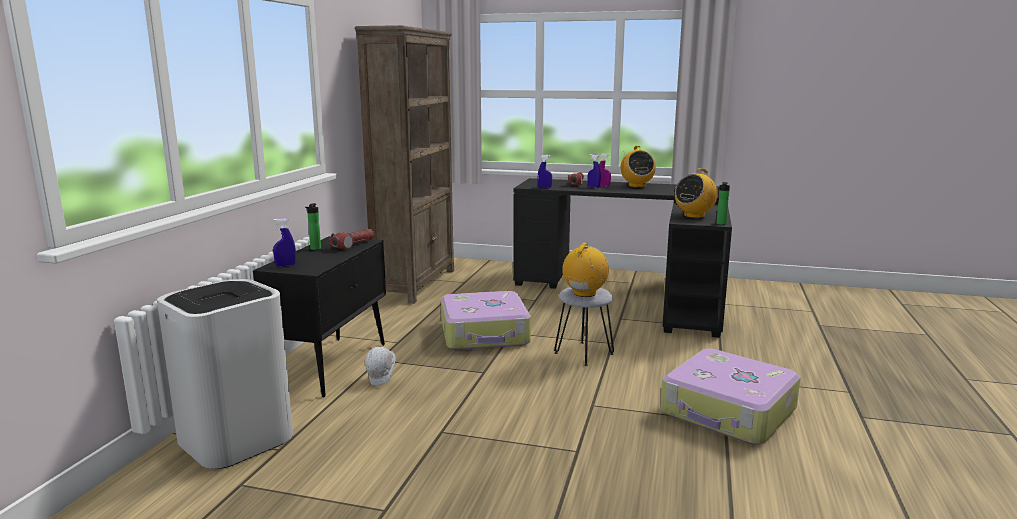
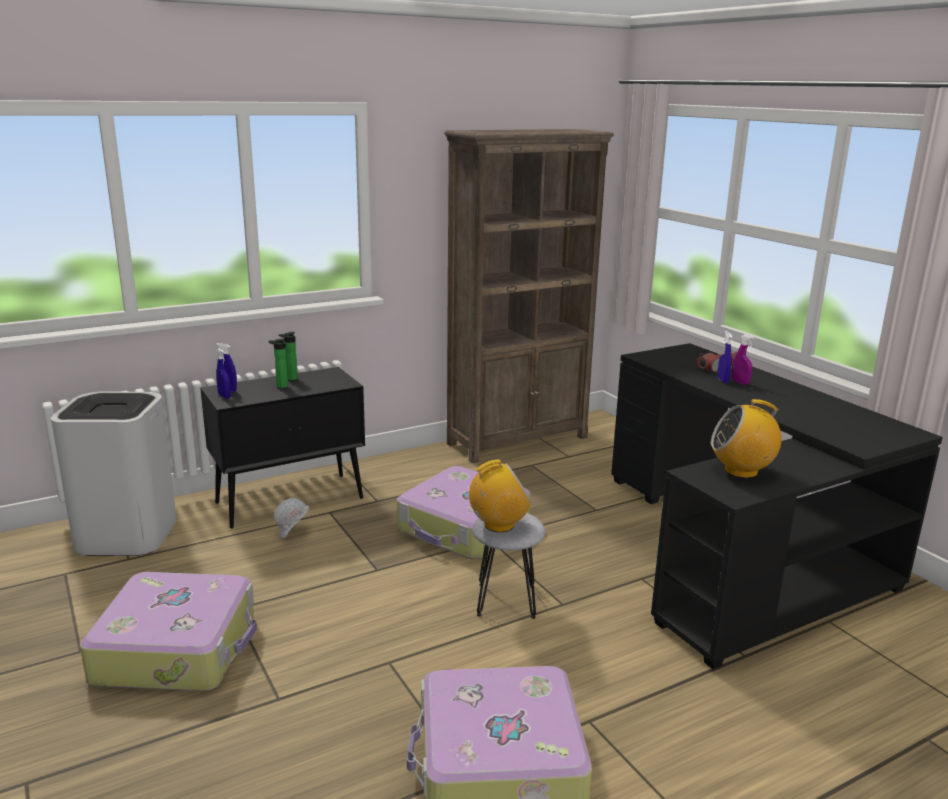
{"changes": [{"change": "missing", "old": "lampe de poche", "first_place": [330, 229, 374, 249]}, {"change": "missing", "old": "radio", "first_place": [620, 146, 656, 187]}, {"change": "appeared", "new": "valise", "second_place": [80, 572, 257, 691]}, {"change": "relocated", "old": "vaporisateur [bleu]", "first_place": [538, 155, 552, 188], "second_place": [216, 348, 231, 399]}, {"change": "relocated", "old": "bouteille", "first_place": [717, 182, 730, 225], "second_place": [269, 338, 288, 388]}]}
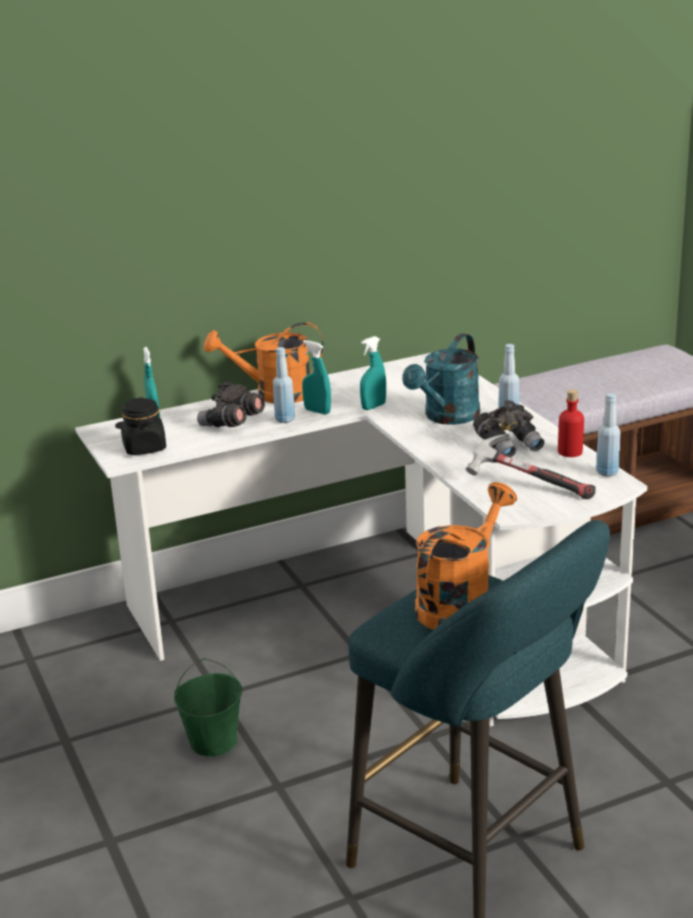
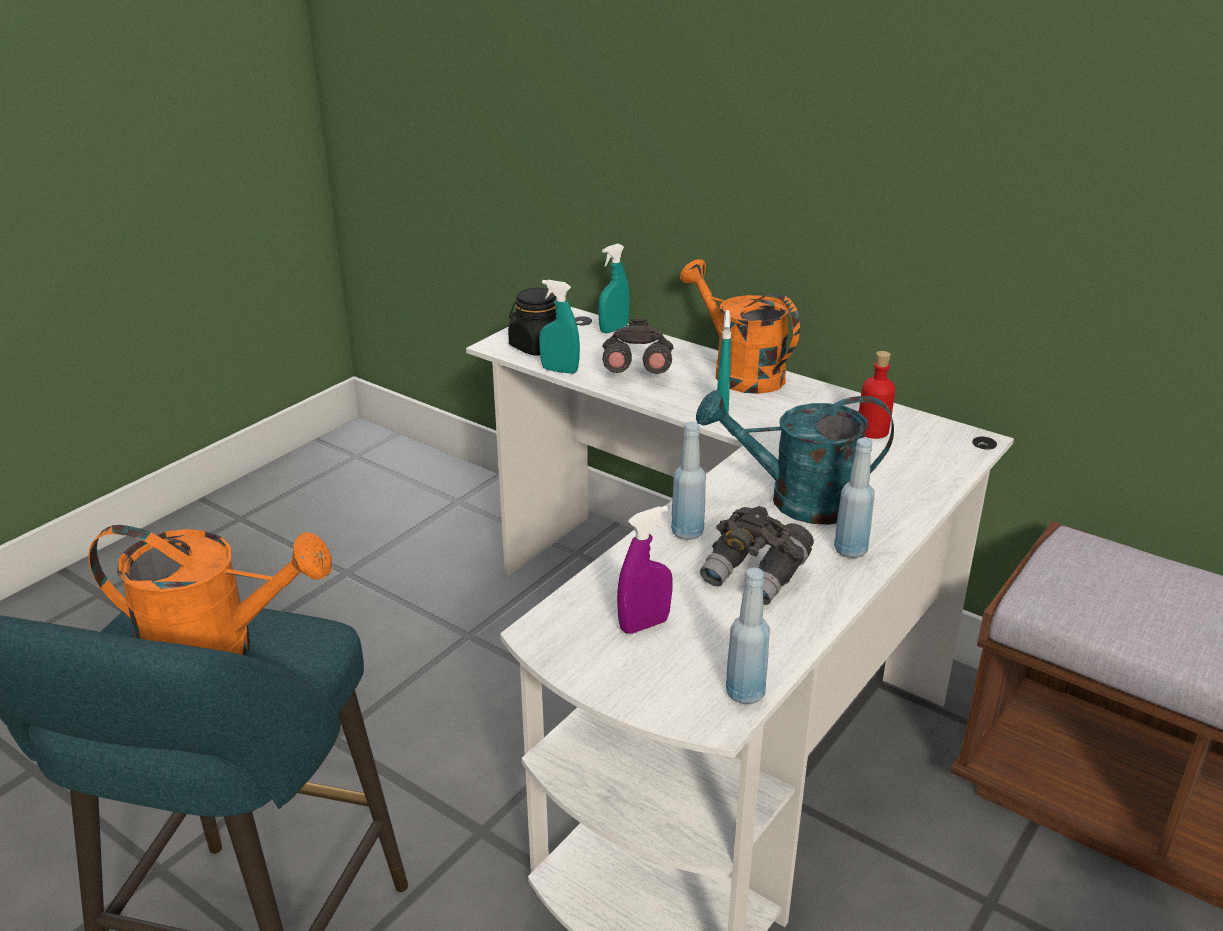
{"changes": [{"change": "missing", "old": "seau [vert]", "first_place": [174, 658, 242, 757]}, {"change": "relocated", "old": "bouteille [bleu]", "first_place": [273, 347, 295, 423], "second_place": [671, 422, 706, 540]}, {"change": "relocated", "old": "vaporisateur [turquoise]", "first_place": [360, 336, 386, 410], "second_place": [539, 280, 580, 374]}, {"change": "relocated", "old": "bouteille [rouge]", "first_place": [558, 389, 584, 457], "second_place": [859, 351, 895, 439]}, {"change": "exchanged", "old": "marteau", "new": "vaporisateur [violet]", "first_place": [466, 434, 596, 499], "second_place": [617, 506, 672, 634]}]}
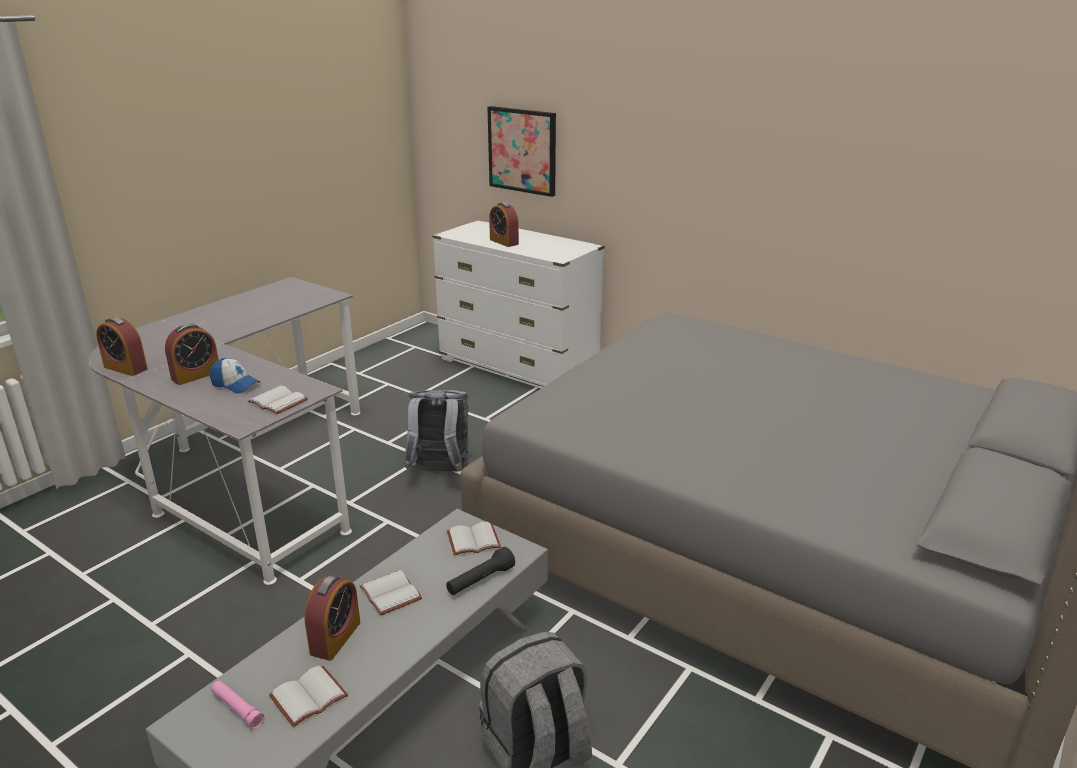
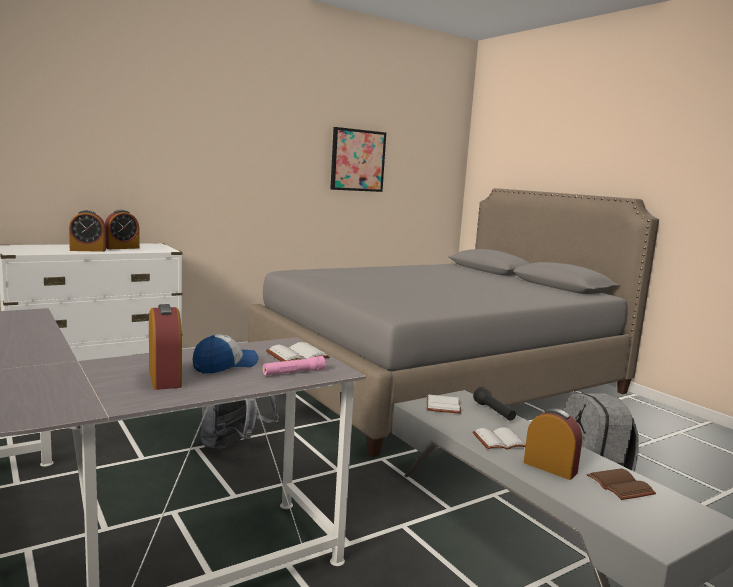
{"changes": [{"change": "relocated", "old": "réveil", "first_place": [96, 317, 148, 376], "second_place": [105, 210, 140, 249]}, {"change": "relocated", "old": "lampe de poche [rose]", "first_place": [211, 681, 264, 729], "second_place": [263, 356, 326, 375]}, {"change": "relocated", "old": "tableau", "first_place": [487, 106, 556, 197], "second_place": [330, 127, 386, 192]}, {"change": "colour", "old": "livre [blanc]", "new": "livre [marron]", "first_place": [269, 665, 348, 727], "second_place": [587, 468, 656, 500]}]}
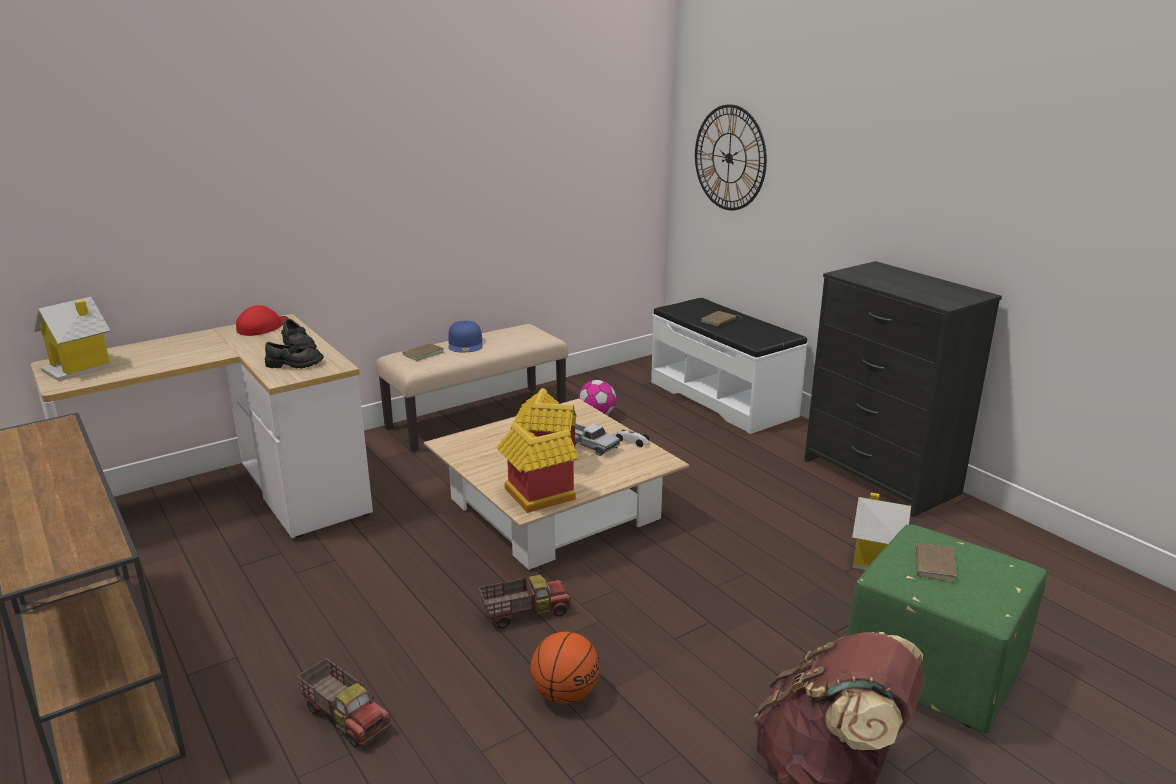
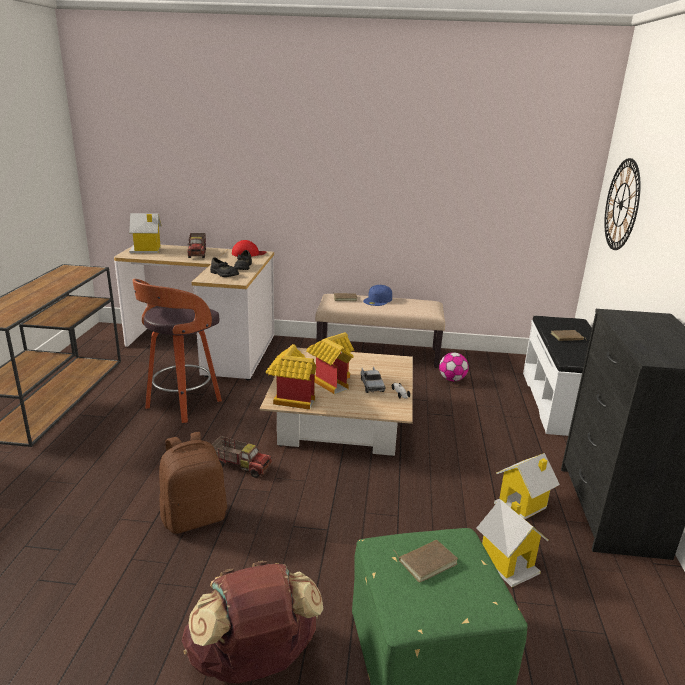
{"changes": [{"change": "appeared", "new": "tabouret", "second_place": [132, 279, 222, 423]}, {"change": "appeared", "new": "maison miniature", "second_place": [494, 453, 560, 519]}, {"change": "relocated", "old": "camion jouet", "first_place": [297, 658, 392, 748], "second_place": [187, 233, 206, 258]}, {"change": "exchanged", "old": "ballon de basket", "new": "sac à dos [marron]", "first_place": [530, 632, 600, 704], "second_place": [159, 432, 227, 534]}]}
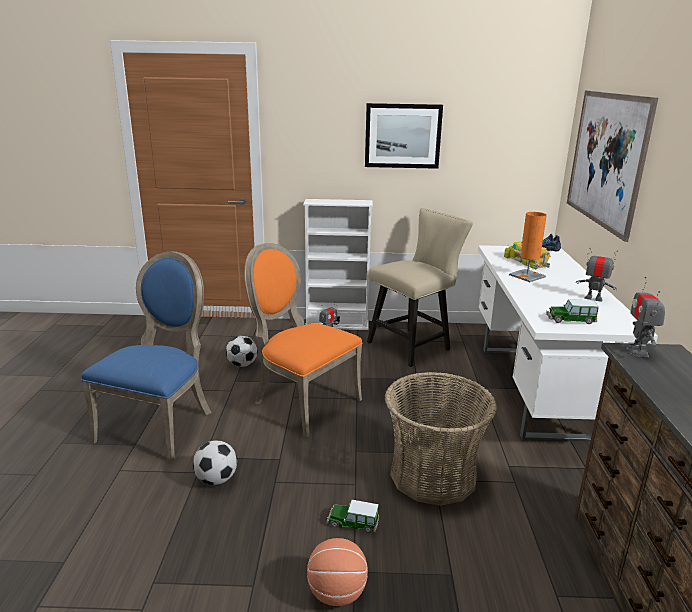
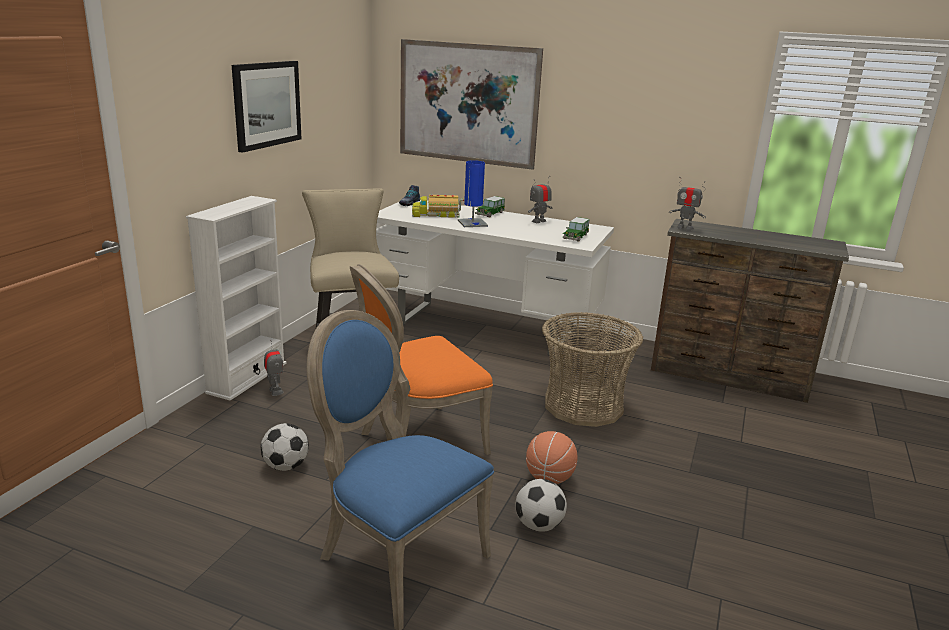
{"changes": [{"change": "relocated", "old": "ballon de basket", "first_place": [307, 538, 368, 606], "second_place": [526, 431, 578, 484]}, {"change": "relocated", "old": "petite voiture", "first_place": [326, 500, 379, 533], "second_place": [475, 196, 505, 217]}, {"change": "colour", "old": "lampe de table [orange]", "new": "lampe de table [bleu]", "first_place": [509, 212, 547, 282], "second_place": [458, 160, 488, 227]}]}
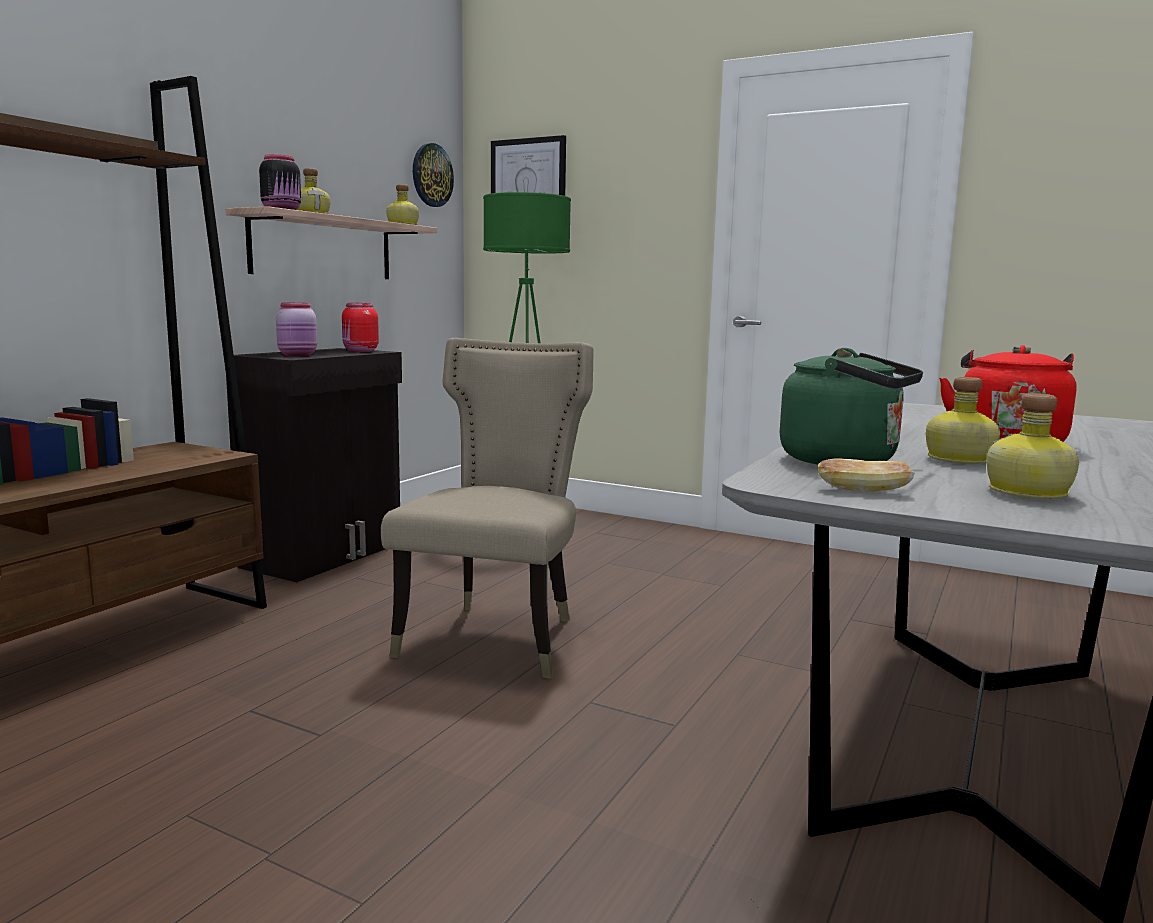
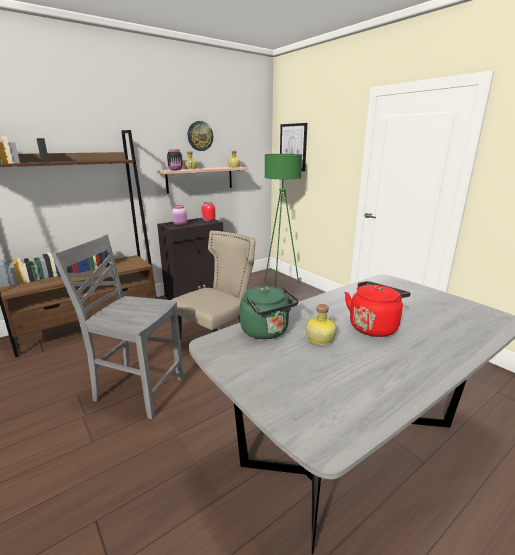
{"changes": [{"change": "missing", "old": "pain", "first_place": [818, 458, 914, 492]}, {"change": "missing", "old": "bouteille", "first_place": [987, 393, 1079, 499]}, {"change": "appeared", "new": "chaise [gris]", "second_place": [52, 235, 184, 419]}, {"change": "relocated", "old": "horloge murale", "first_place": [413, 143, 454, 207], "second_place": [188, 121, 213, 151]}]}
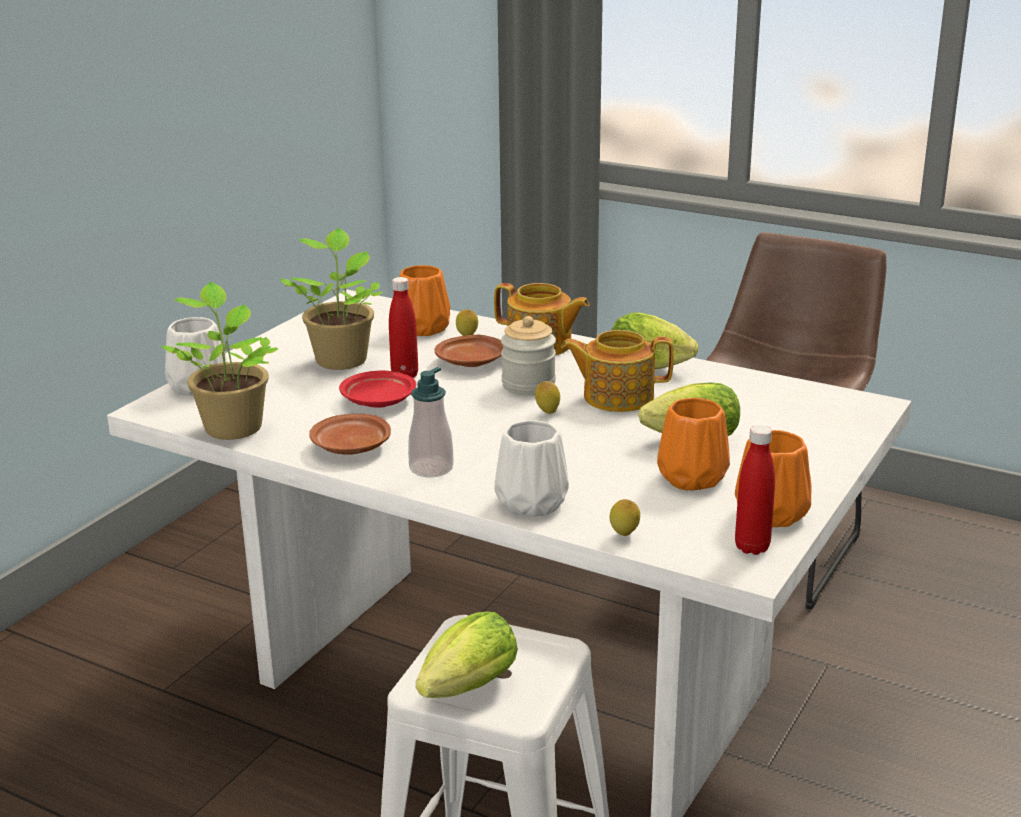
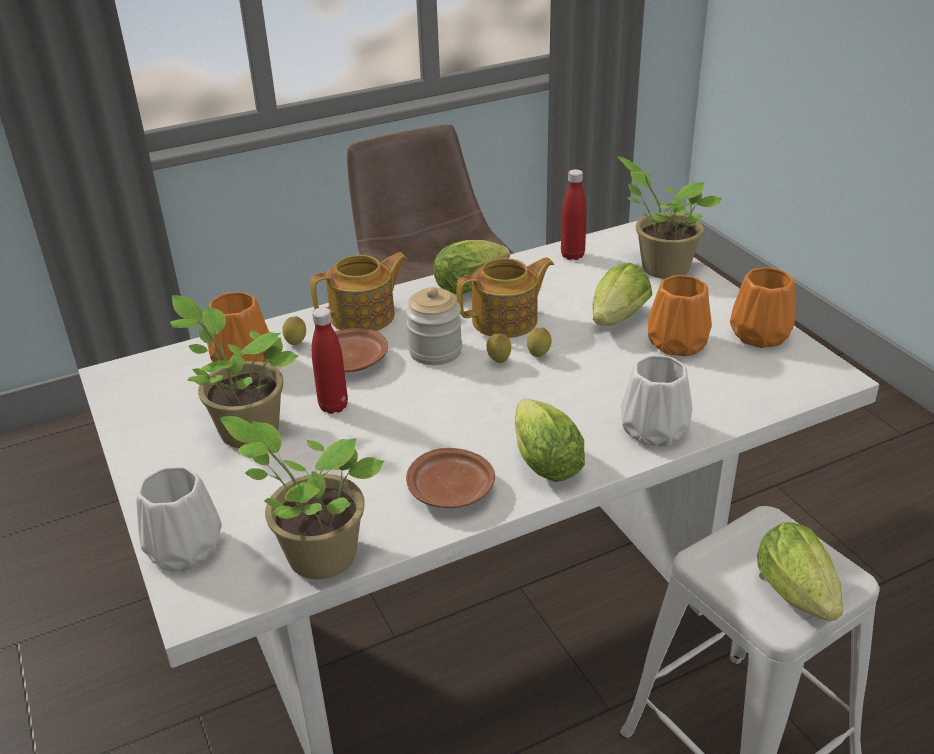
{"changes": [{"change": "missing", "old": "assiette [rouge]", "first_place": [339, 371, 416, 408]}, {"change": "appeared", "new": "plante en pot", "second_place": [618, 156, 722, 279]}, {"change": "relocated", "old": "citron", "first_place": [610, 499, 640, 536], "second_place": [527, 327, 551, 357]}, {"change": "relocated", "old": "bouteille [rouge]", "first_place": [735, 425, 775, 555], "second_place": [561, 169, 587, 260]}, {"change": "exchanged", "old": "distributeur de savon", "new": "laitue", "first_place": [408, 367, 454, 477], "second_place": [515, 399, 585, 482]}, {"change": "spun", "old": "théière", "first_place": [561, 330, 674, 412], "second_place": [457, 257, 554, 338], "degrees": -150}]}
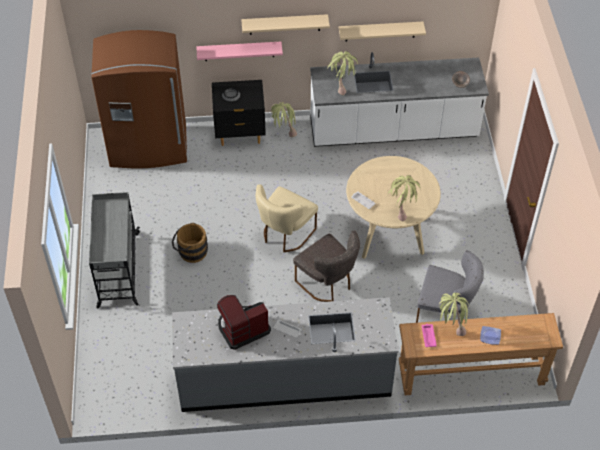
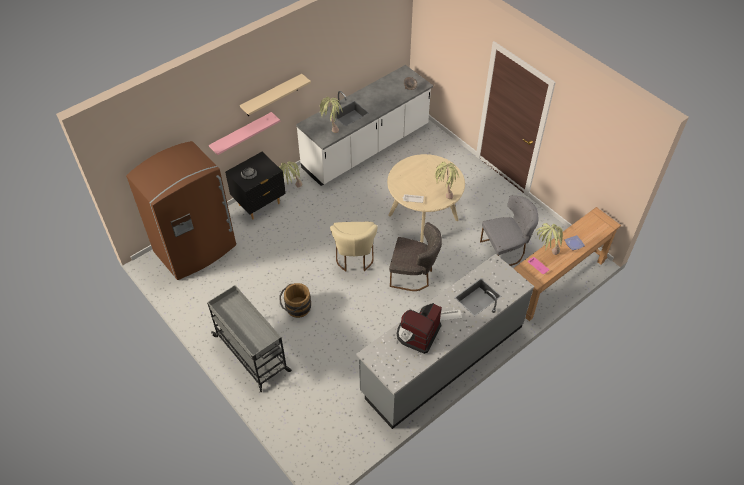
{"changes": [{"change": "missing", "old": "étagère [beige]", "first_place": [339, 22, 426, 41]}]}
